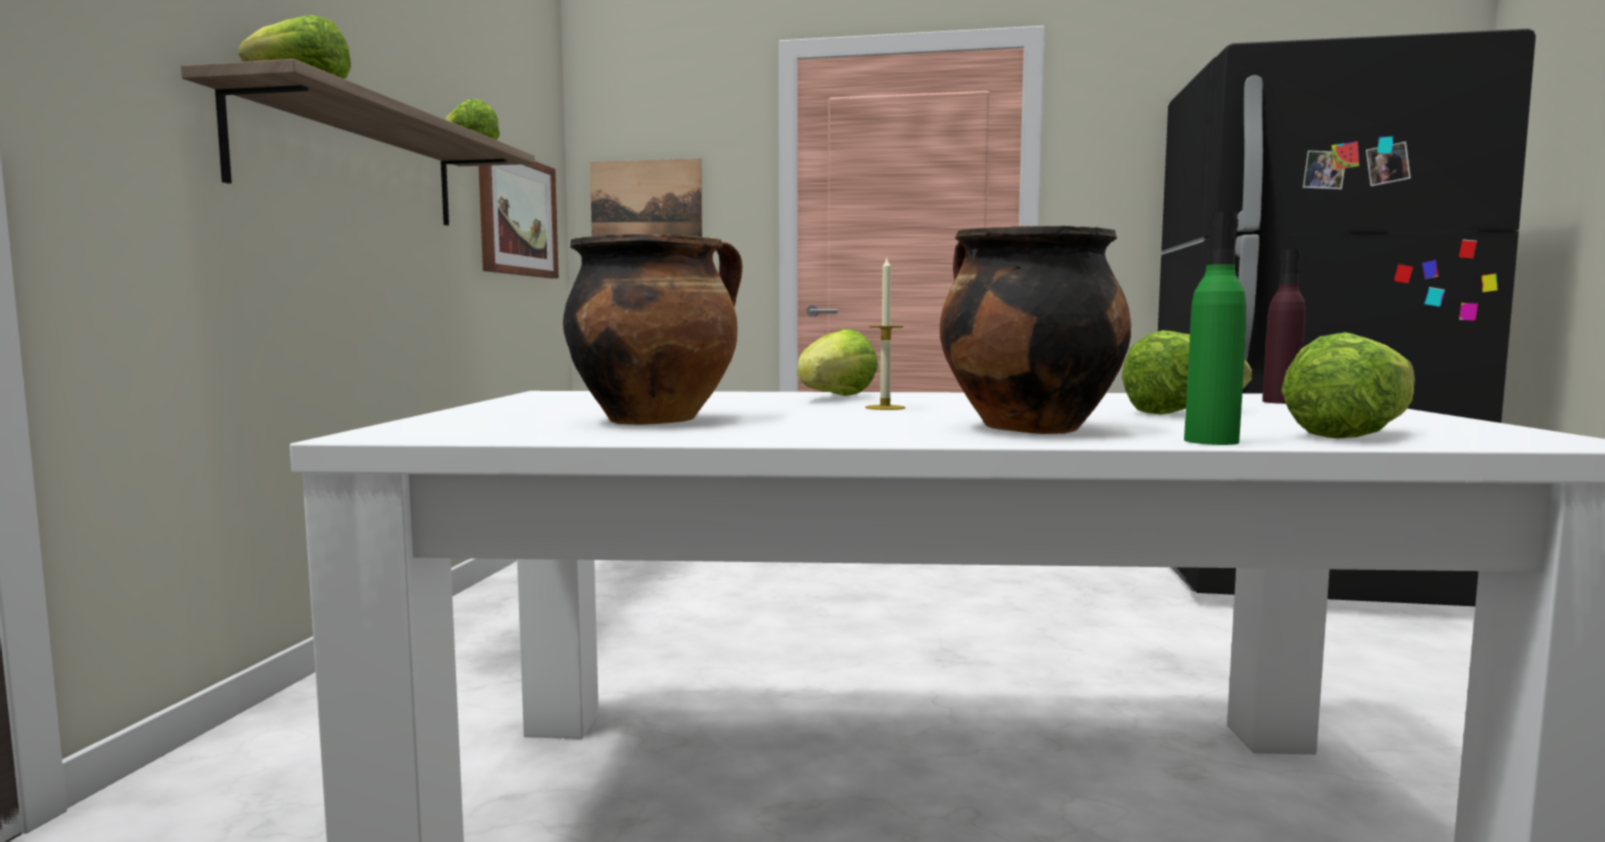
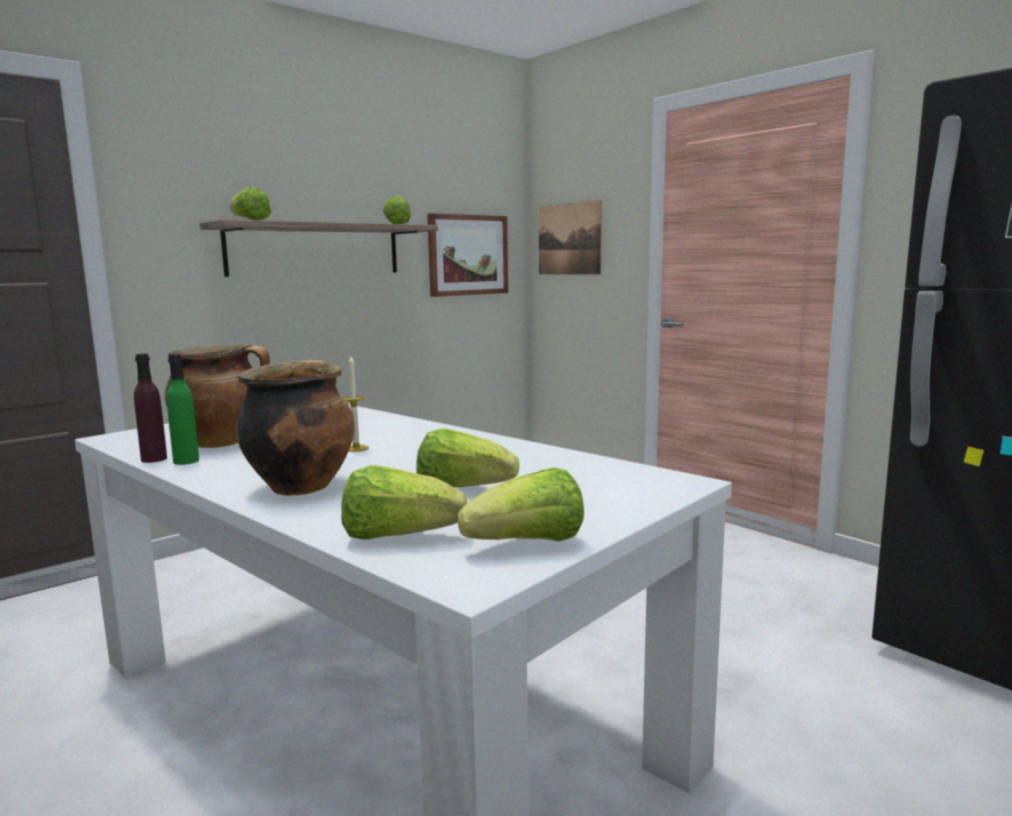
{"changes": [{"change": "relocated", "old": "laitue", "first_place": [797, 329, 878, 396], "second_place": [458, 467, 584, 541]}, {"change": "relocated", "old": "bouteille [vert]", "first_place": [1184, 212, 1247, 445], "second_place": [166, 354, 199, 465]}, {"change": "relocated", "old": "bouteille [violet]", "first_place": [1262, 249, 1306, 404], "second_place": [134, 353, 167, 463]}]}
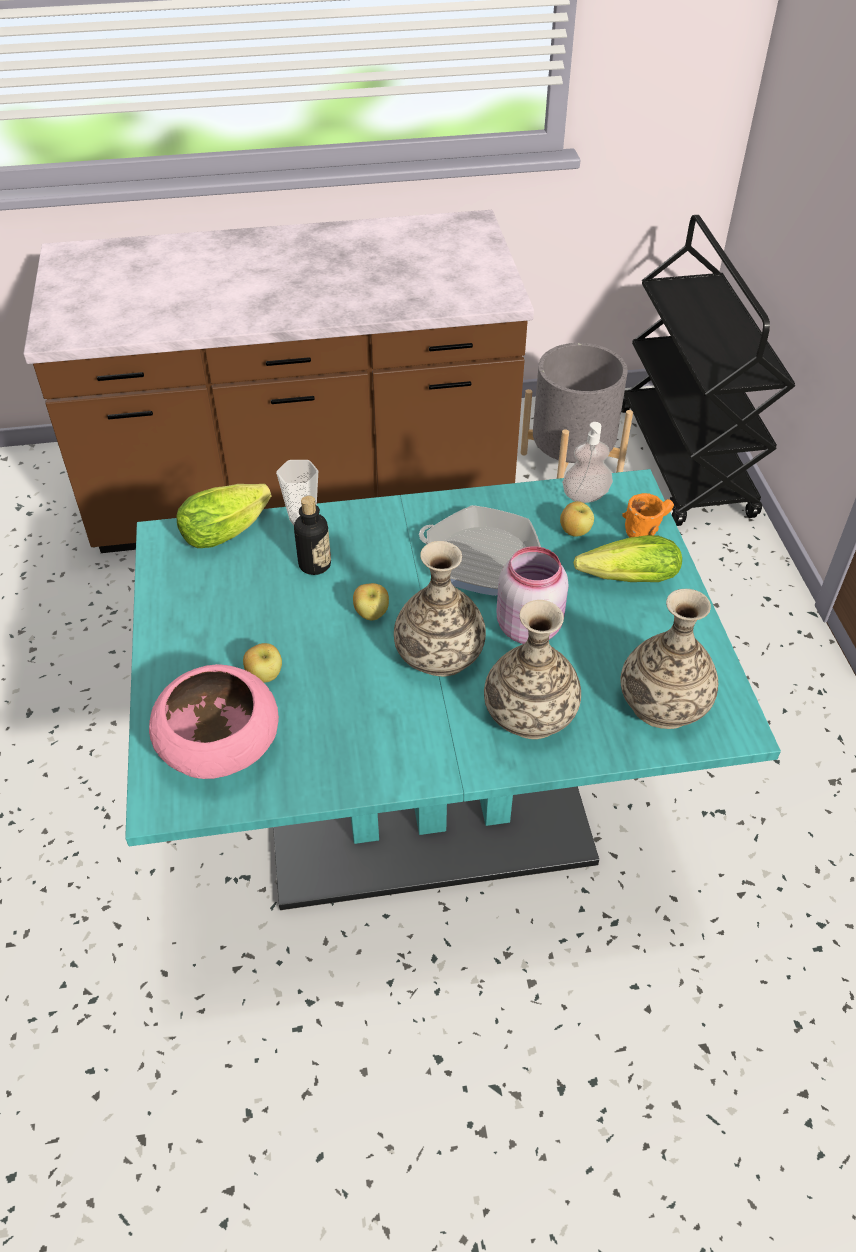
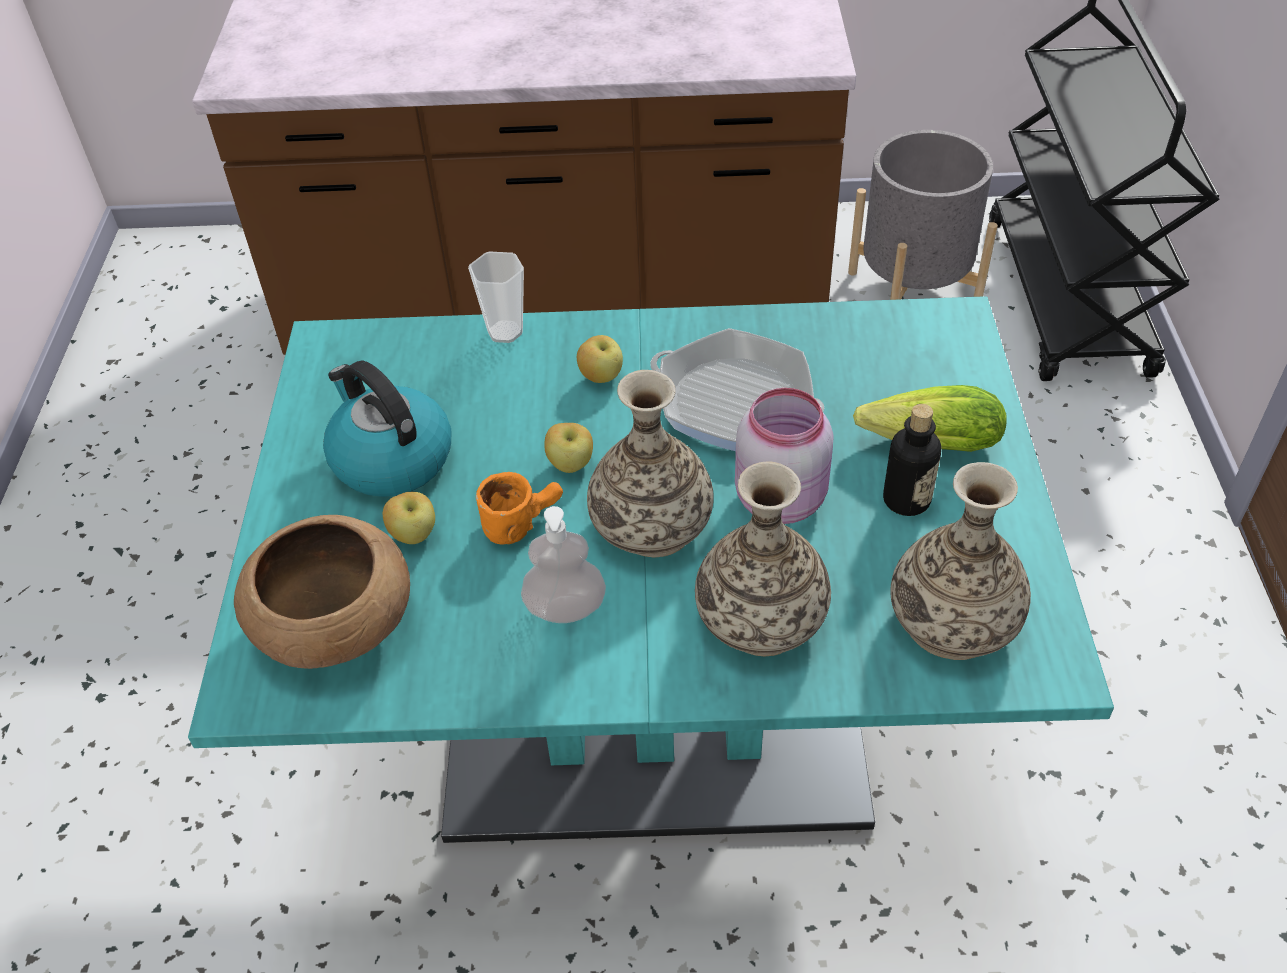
{"changes": [{"change": "missing", "old": "laitue", "first_place": [176, 484, 272, 548]}, {"change": "appeared", "new": "bouilloire", "second_place": [323, 360, 451, 497]}, {"change": "relocated", "old": "bouteille", "first_place": [294, 496, 331, 575], "second_place": [883, 404, 941, 516]}, {"change": "relocated", "old": "pomme", "first_place": [560, 501, 594, 537], "second_place": [577, 335, 623, 383]}, {"change": "relocated", "old": "distributeur de savon", "first_place": [562, 422, 613, 503], "second_place": [521, 506, 606, 623]}, {"change": "relocated", "old": "mug [orange]", "first_place": [622, 493, 674, 538], "second_place": [476, 472, 563, 545]}, {"change": "colour", "old": "bol [rose]", "new": "bol [marron]", "first_place": [149, 664, 279, 779], "second_place": [234, 515, 410, 669]}]}
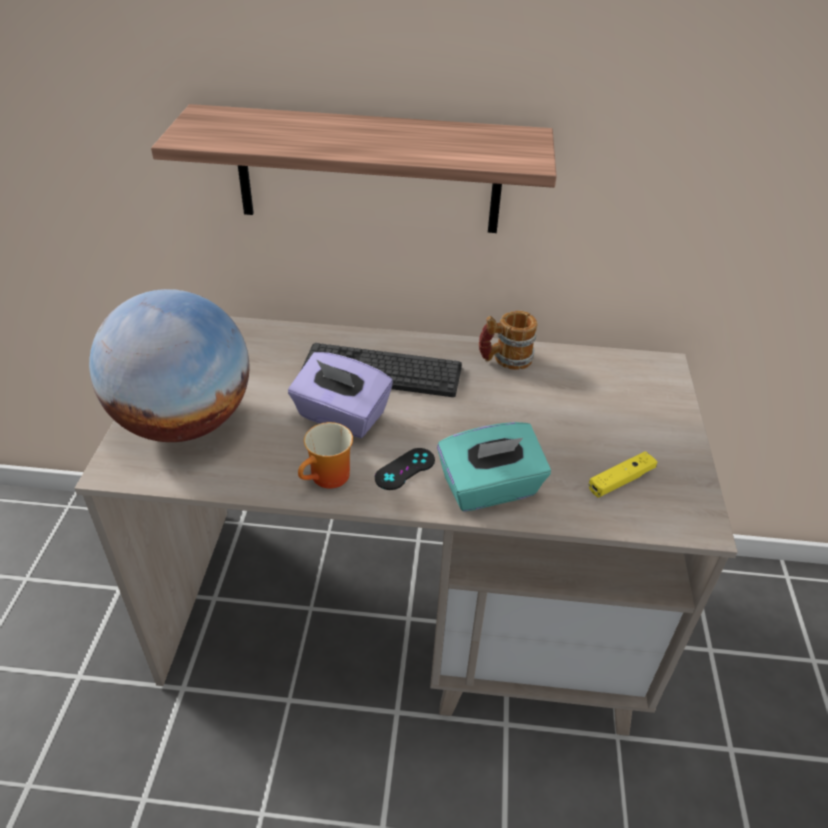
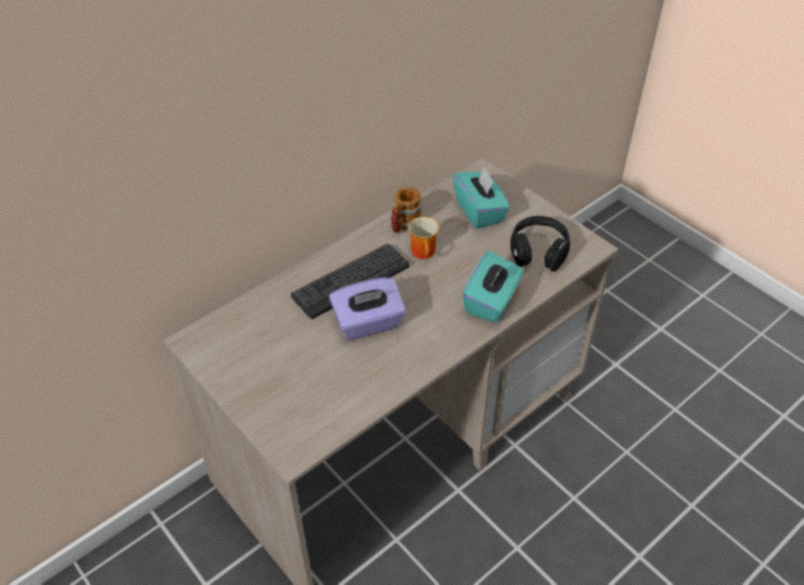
{"changes": [{"change": "missing", "old": "globe", "first_place": [89, 289, 249, 442]}, {"change": "missing", "old": "étagère", "first_place": [151, 104, 557, 233]}, {"change": "missing", "old": "manette [noir]", "first_place": [374, 448, 435, 490]}, {"change": "appeared", "new": "boîte à mouchoirs [turquoise]", "second_place": [453, 166, 510, 229]}, {"change": "relocated", "old": "mug", "first_place": [298, 422, 353, 489], "second_place": [408, 217, 439, 259]}, {"change": "exchanged", "old": "manette [jaune]", "new": "casque audio [noir]", "first_place": [588, 451, 657, 497], "second_place": [510, 216, 570, 272]}]}
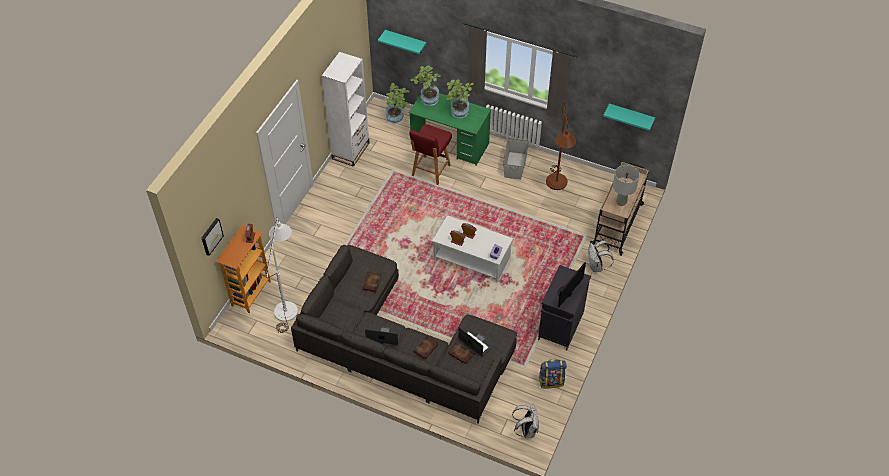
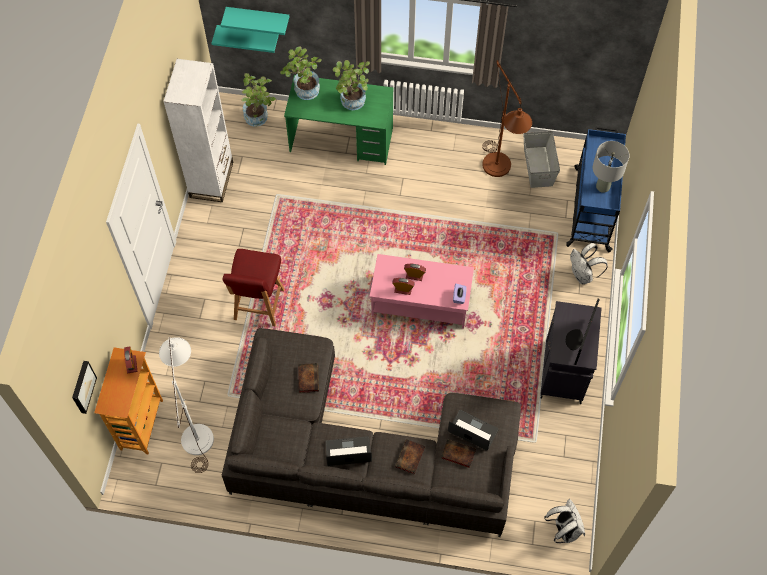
{"changes": [{"change": "missing", "old": "sac à dos", "first_place": [539, 359, 567, 388]}, {"change": "relocated", "old": "chaise [rouge]", "first_place": [409, 124, 452, 185], "second_place": [222, 249, 285, 326]}, {"change": "relocated", "old": "boîte de rangement [gris]", "first_place": [503, 138, 529, 180], "second_place": [523, 131, 560, 188]}, {"change": "relocated", "old": "étagère [turquoise]", "first_place": [603, 104, 655, 131], "second_place": [212, 25, 279, 53]}, {"change": "colour", "old": "table basse [blanc]", "new": "table basse [rose]", "first_place": [433, 215, 513, 282], "second_place": [370, 254, 474, 329]}, {"change": "colour", "old": "chariot [beige]", "new": "chariot [bleu]", "first_place": [590, 162, 649, 256], "second_place": [566, 127, 626, 253]}]}
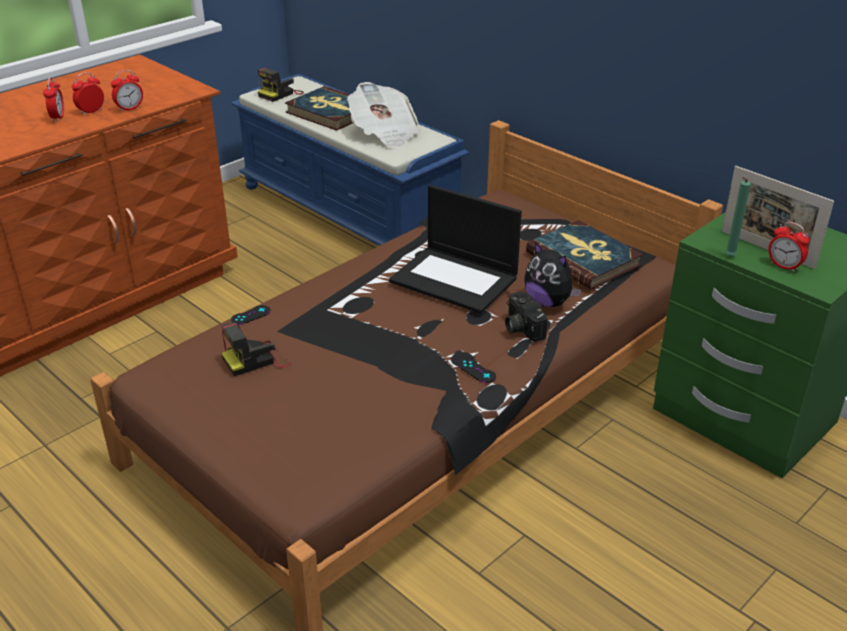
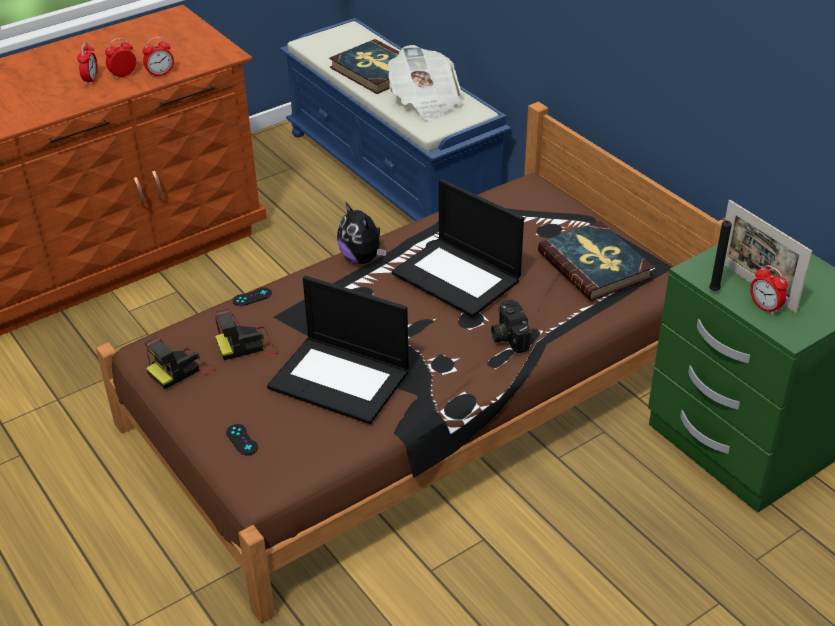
{"changes": [{"change": "appeared", "new": "ordinateur portable", "second_place": [267, 276, 409, 424]}, {"change": "relocated", "old": "appareil photo", "first_place": [258, 68, 304, 102], "second_place": [145, 337, 216, 389]}, {"change": "relocated", "old": "manette [noir]", "first_place": [458, 358, 496, 383], "second_place": [226, 424, 258, 455]}, {"change": "relocated", "old": "peluche", "first_place": [524, 242, 581, 307], "second_place": [337, 203, 386, 264]}, {"change": "colour", "old": "bougie [vert]", "new": "bougie [noir]", "first_place": [725, 177, 751, 257], "second_place": [709, 218, 732, 291]}]}
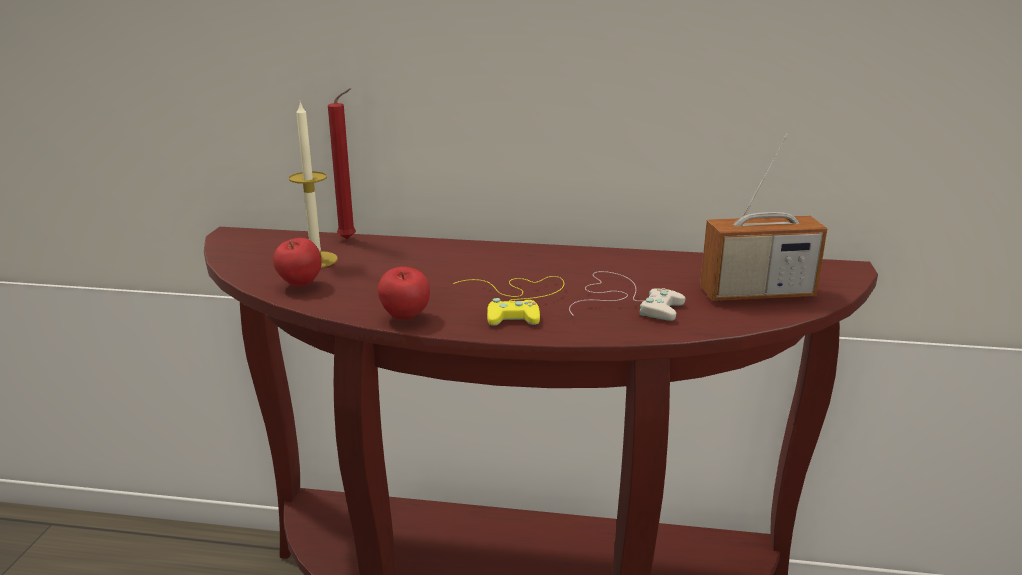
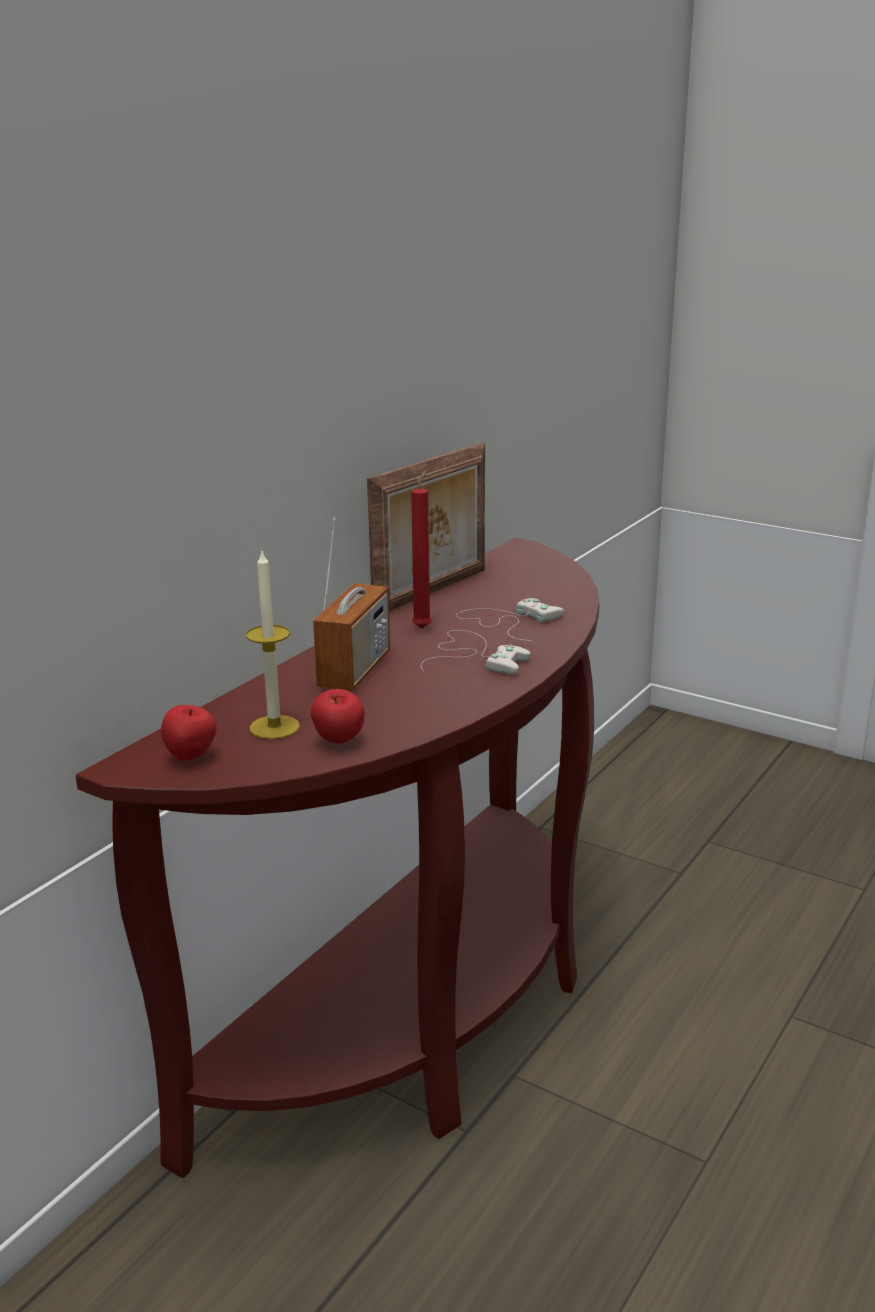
{"changes": [{"change": "appeared", "new": "cadre photo", "second_place": [367, 442, 485, 611]}, {"change": "relocated", "old": "bougie [rouge]", "first_place": [328, 88, 356, 239], "second_place": [411, 470, 432, 628]}, {"change": "relocated", "old": "pomme", "first_place": [378, 267, 430, 320], "second_place": [161, 705, 217, 761]}, {"change": "relocated", "old": "radio", "first_place": [700, 134, 827, 301], "second_place": [313, 517, 390, 691]}, {"change": "colour", "old": "manette [jaune]", "new": "manette [blanc]", "first_place": [453, 276, 564, 326], "second_place": [421, 630, 531, 674]}]}
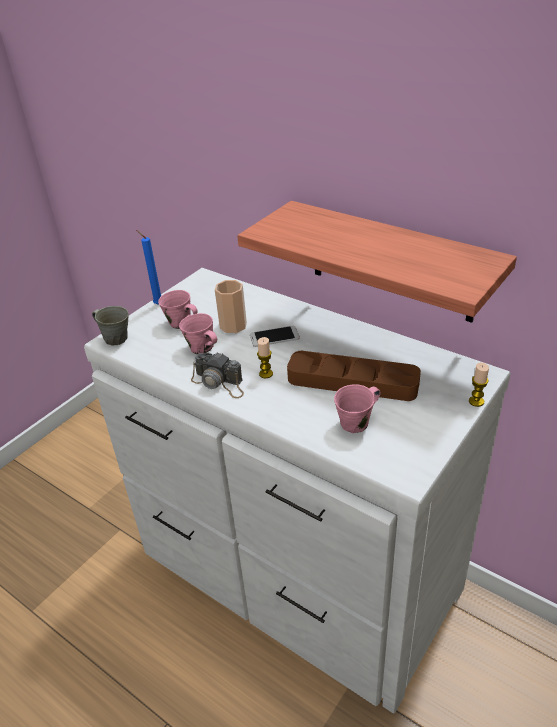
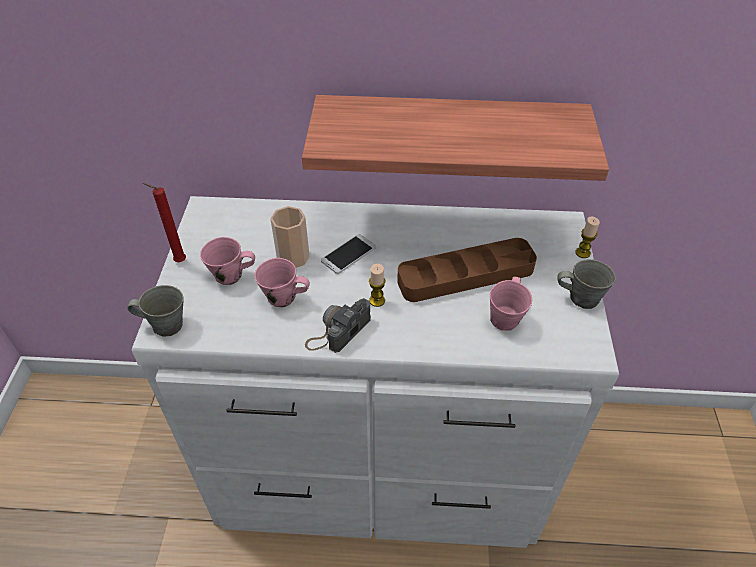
{"changes": [{"change": "appeared", "new": "mug [gris]", "second_place": [557, 259, 616, 309]}, {"change": "colour", "old": "bougie [bleu]", "new": "bougie [rouge]", "first_place": [136, 230, 161, 305], "second_place": [143, 183, 186, 262]}, {"change": "spun", "old": "appareil photo", "first_place": [191, 352, 244, 398], "second_place": [305, 298, 371, 353], "degrees": 135}]}
